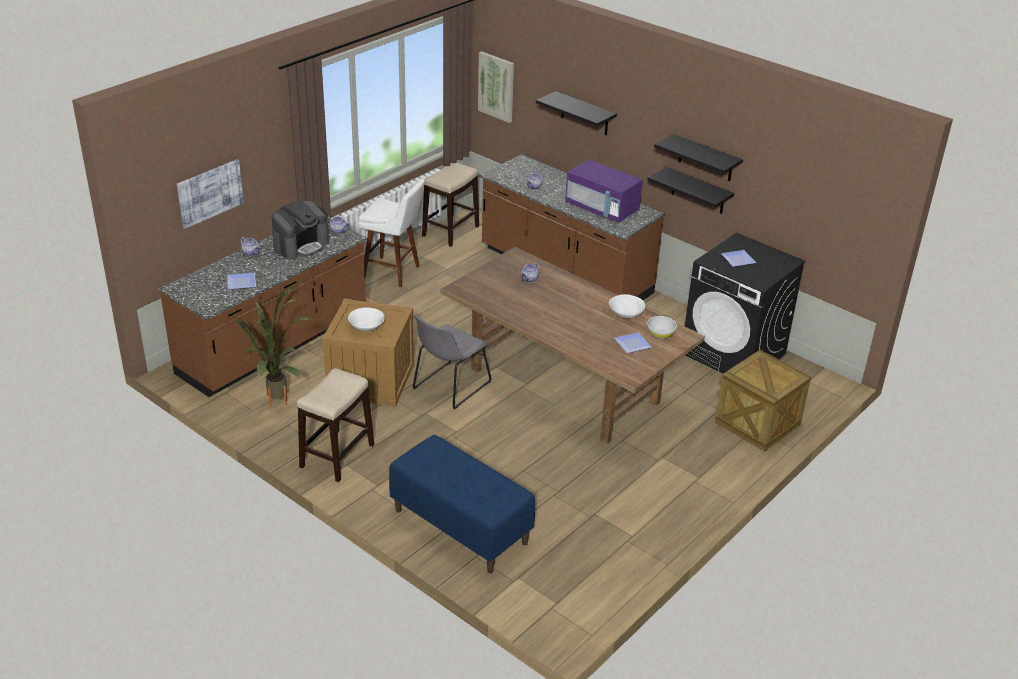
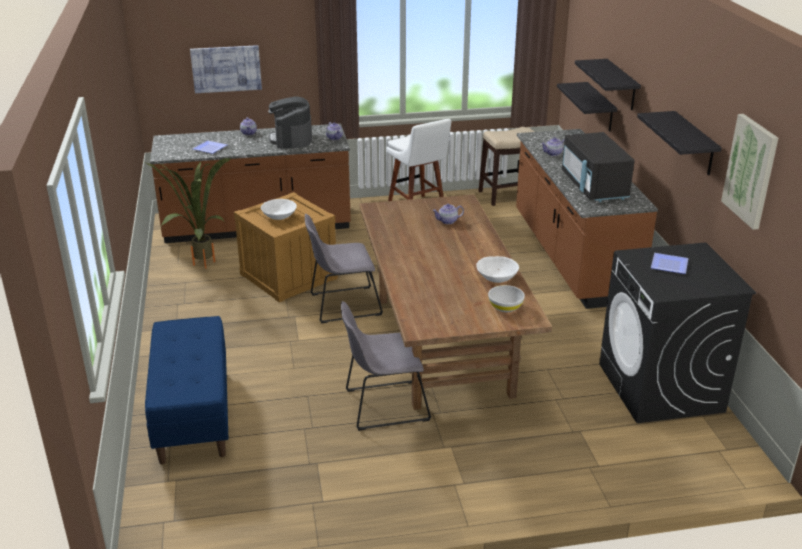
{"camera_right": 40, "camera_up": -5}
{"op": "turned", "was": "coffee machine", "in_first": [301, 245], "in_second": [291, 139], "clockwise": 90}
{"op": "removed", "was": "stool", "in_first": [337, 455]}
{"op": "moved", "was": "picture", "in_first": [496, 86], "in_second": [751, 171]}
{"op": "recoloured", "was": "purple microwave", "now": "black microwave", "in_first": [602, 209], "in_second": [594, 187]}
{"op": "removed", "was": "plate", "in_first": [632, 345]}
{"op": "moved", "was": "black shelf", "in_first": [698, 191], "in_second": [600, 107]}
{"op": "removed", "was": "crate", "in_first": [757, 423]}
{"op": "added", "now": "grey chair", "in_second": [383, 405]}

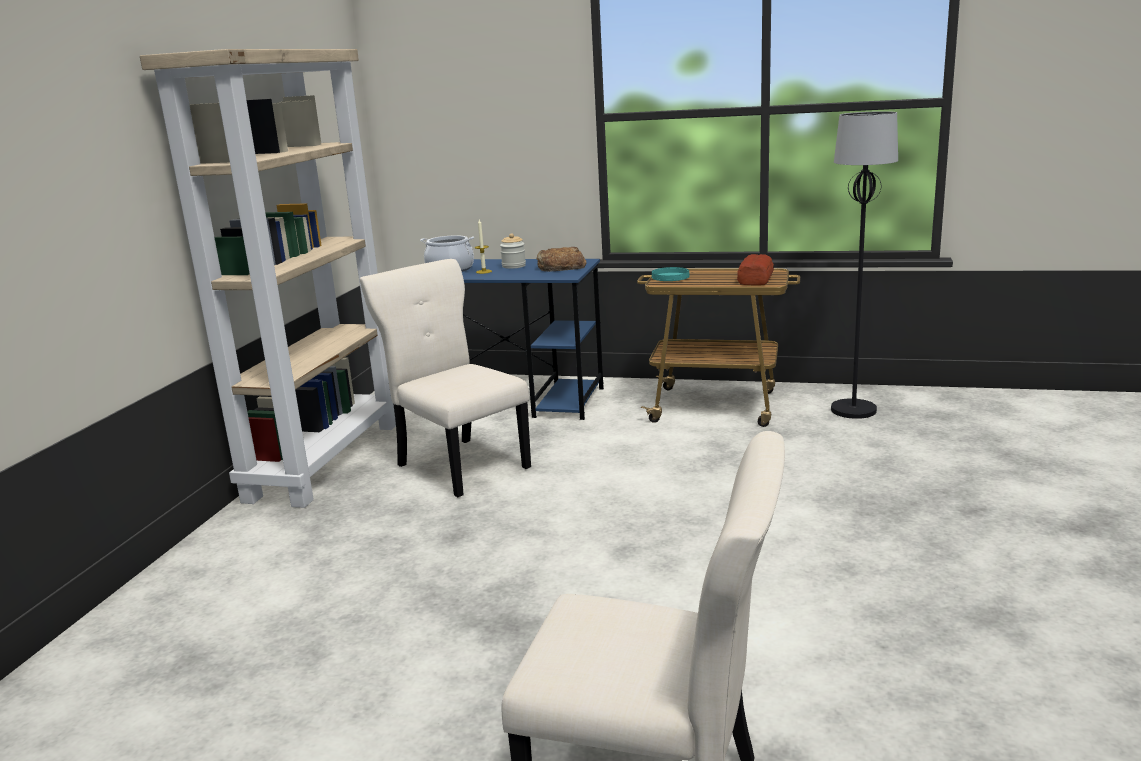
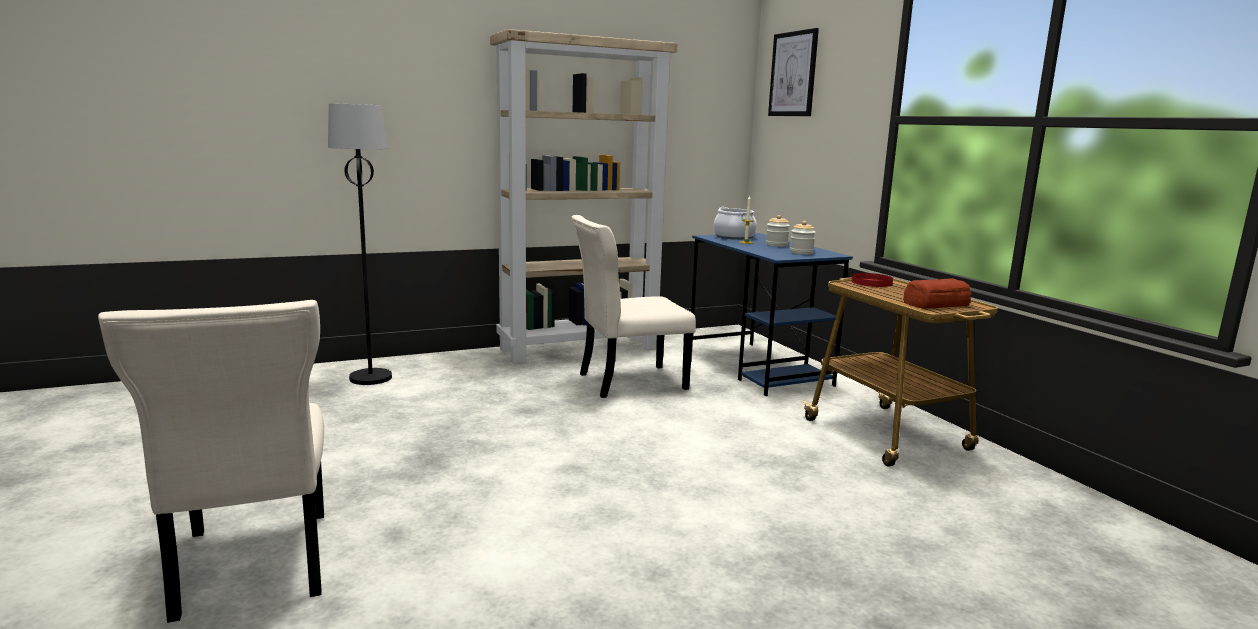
{"camera_right": 50, "camera_up": -5}
{"op": "turned", "was": "beige chair", "in_first": [460, 465], "in_second": [627, 382], "clockwise": -120}
{"op": "replaced", "was": "bread", "now": "jar", "in_first": [560, 267], "in_second": [801, 252]}
{"op": "recoloured", "was": "turquoise plate", "now": "red plate", "in_first": [670, 277], "in_second": [871, 282]}
{"op": "moved", "was": "black floor lamp", "in_first": [853, 410], "in_second": [371, 378]}
{"op": "added", "now": "picture", "in_second": [793, 74]}

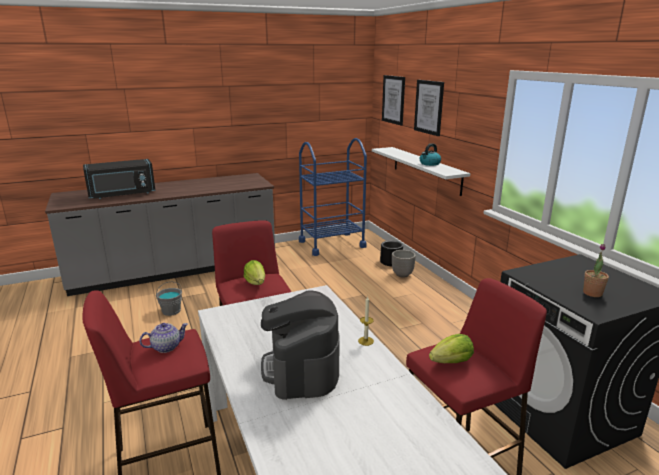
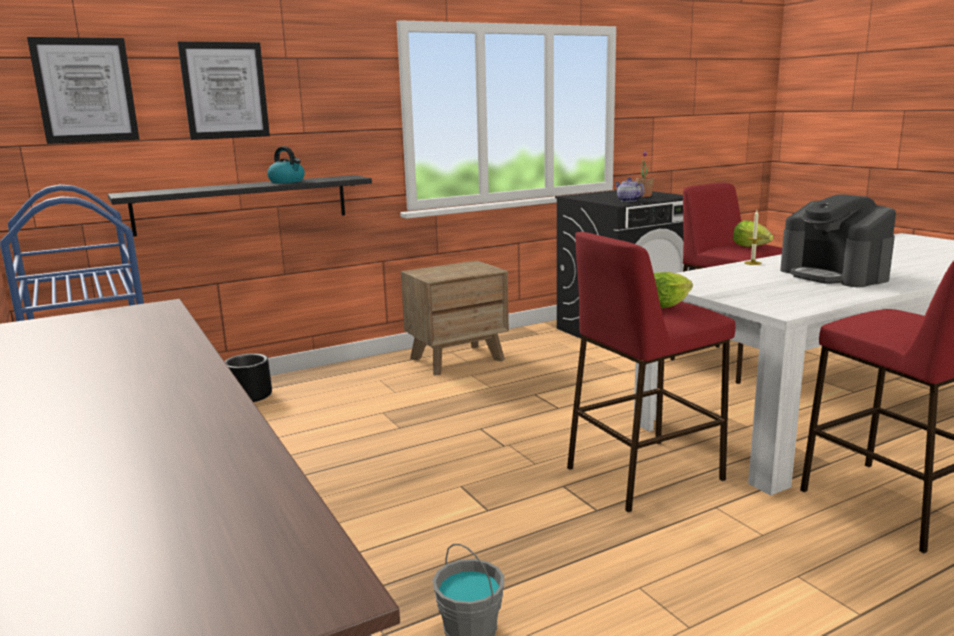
{"camera_right": -95, "camera_up": -5}
{"op": "removed", "was": "black microwave", "in_first": [122, 194]}
{"op": "moved", "was": "teapot", "in_first": [166, 347], "in_second": [628, 200]}
{"op": "turned", "was": "coffee machine", "in_first": [301, 368], "in_second": [834, 275], "clockwise": 75}
{"op": "recoloured", "was": "white shelf", "now": "black shelf", "in_first": [426, 169], "in_second": [243, 204]}
{"op": "removed", "was": "planter", "in_first": [402, 274]}
{"op": "added", "now": "brown nightstand", "in_second": [457, 359]}

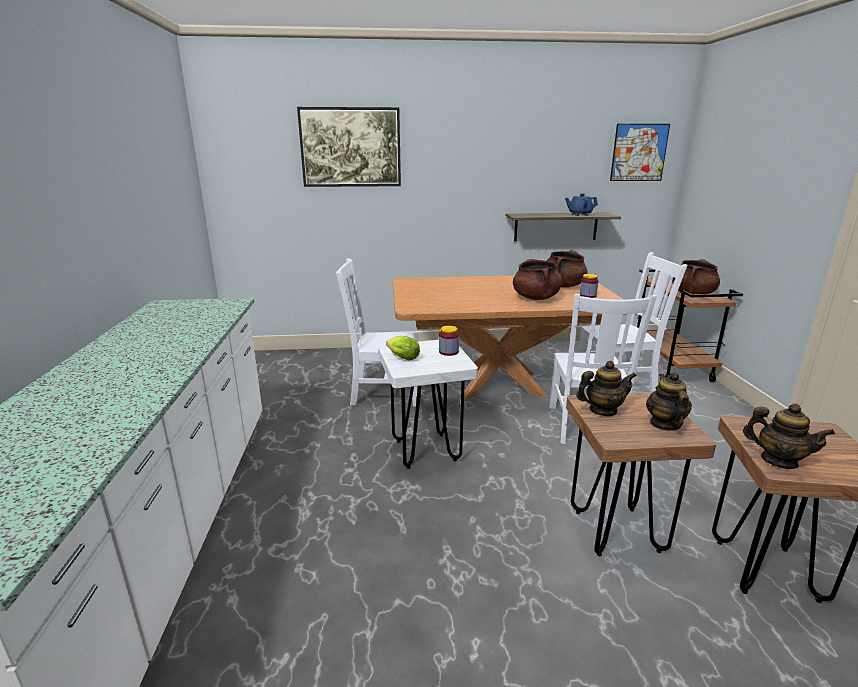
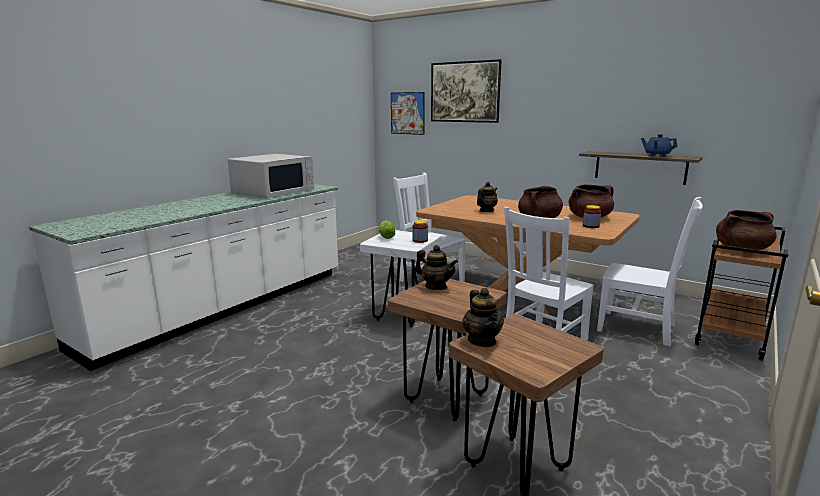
{"camera_right": 40, "camera_up": -5}
{"op": "moved", "was": "picture", "in_first": [639, 152], "in_second": [407, 113]}
{"op": "moved", "was": "teapot", "in_first": [664, 424], "in_second": [486, 211]}
{"op": "added", "now": "white microwave", "in_second": [274, 191]}

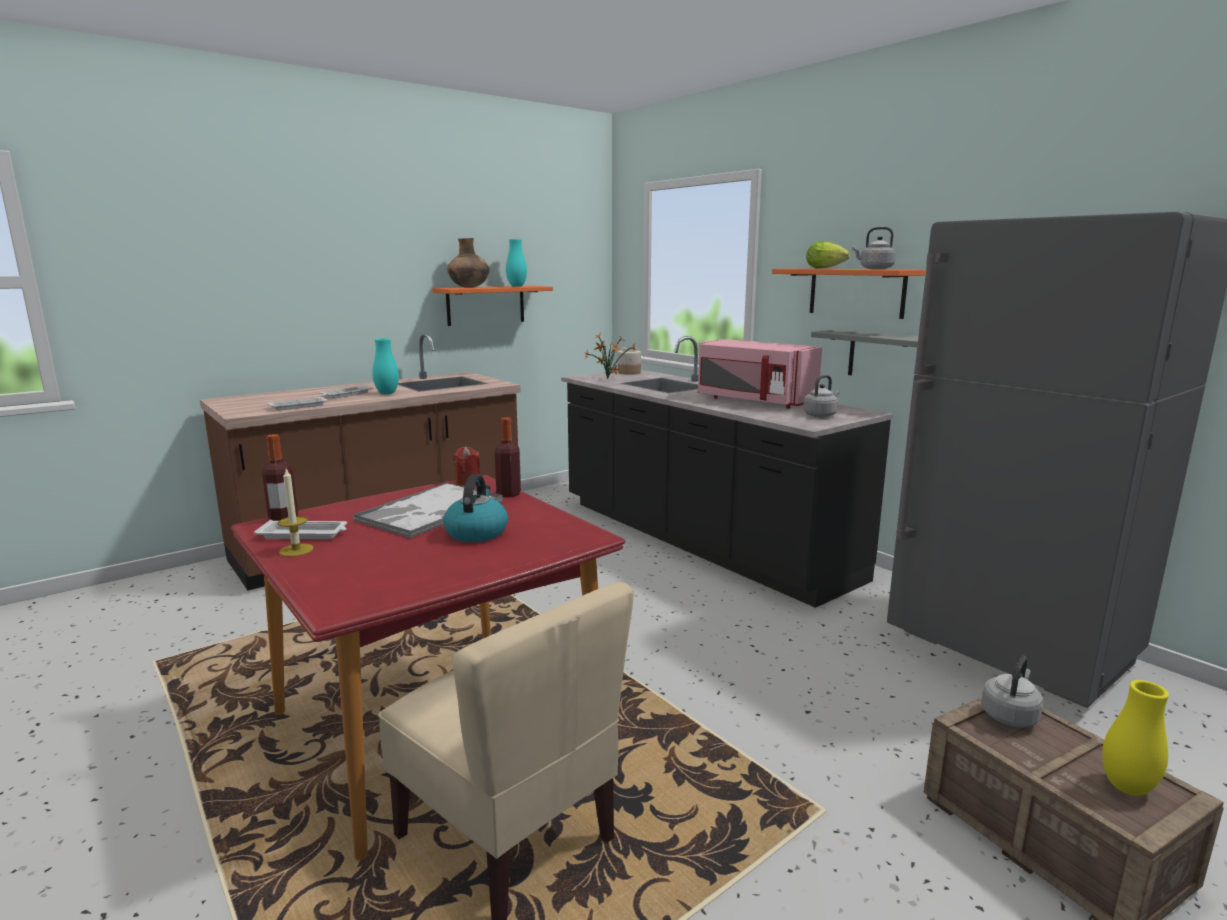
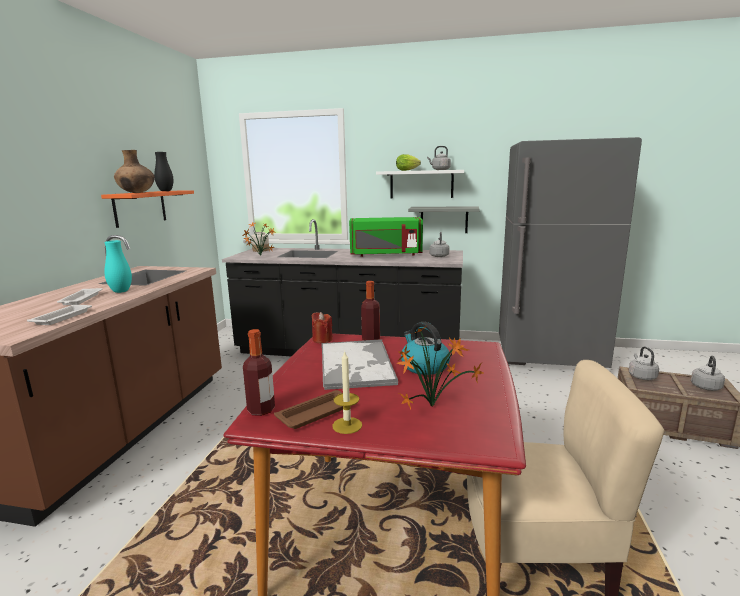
{"camera_right": -40, "camera_up": 0}
{"op": "recoloured", "was": "white tray", "now": "brown tray", "in_first": [304, 534], "in_second": [317, 413]}
{"op": "recoloured", "was": "turquoise vase", "now": "black vase", "in_first": [516, 286], "in_second": [165, 191]}
{"op": "recoloured", "was": "pink microwave", "now": "green microwave", "in_first": [753, 401], "in_second": [385, 254]}
{"op": "recoloured", "was": "orange shelf", "now": "white shelf", "in_first": [856, 292], "in_second": [421, 184]}
{"op": "replaced", "was": "yellow vase", "now": "grey kettle", "in_first": [1127, 787], "in_second": [705, 386]}
{"op": "added", "now": "potted plant", "in_second": [434, 406]}

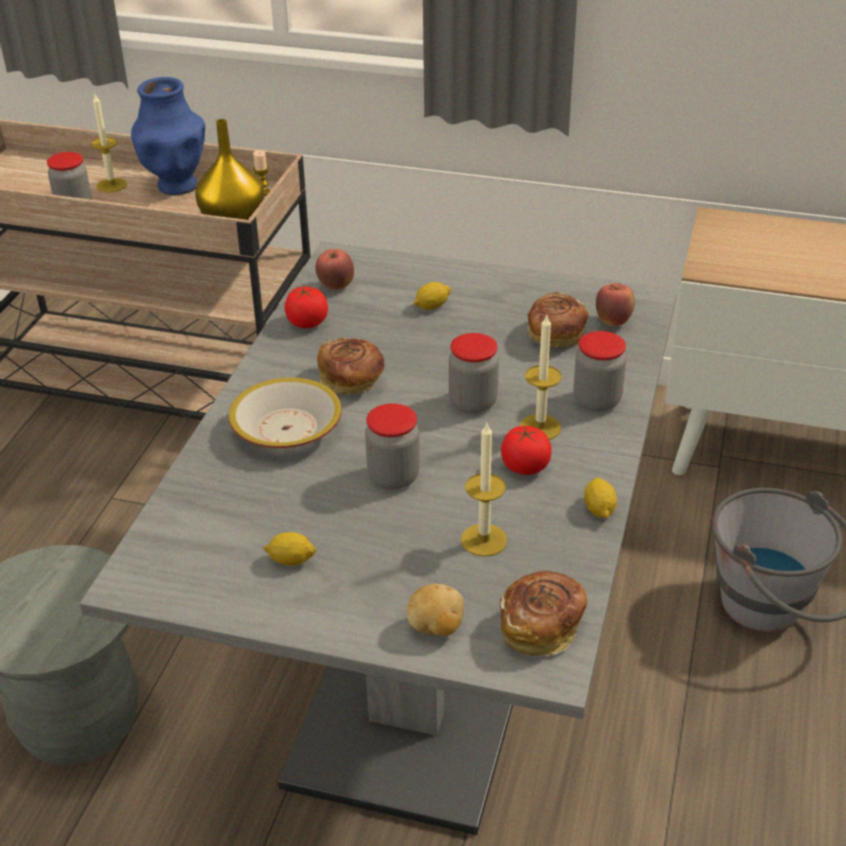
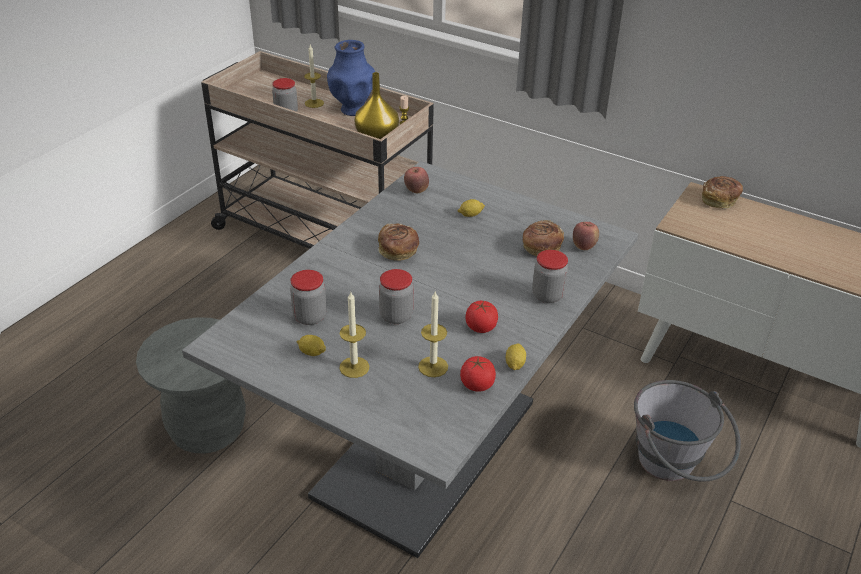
{"camera_right": 15, "camera_up": 0}
{"op": "removed", "was": "bowl", "in_first": [286, 429]}
{"op": "moved", "was": "tomato", "in_first": [307, 322], "in_second": [477, 384]}
{"op": "removed", "was": "potato", "in_first": [436, 627]}
{"op": "moved", "was": "jar", "in_first": [473, 402], "in_second": [310, 317]}
{"op": "moved", "was": "bread", "in_first": [541, 627], "in_second": [719, 200]}
{"op": "moved", "was": "candle", "in_first": [540, 427], "in_second": [354, 367]}

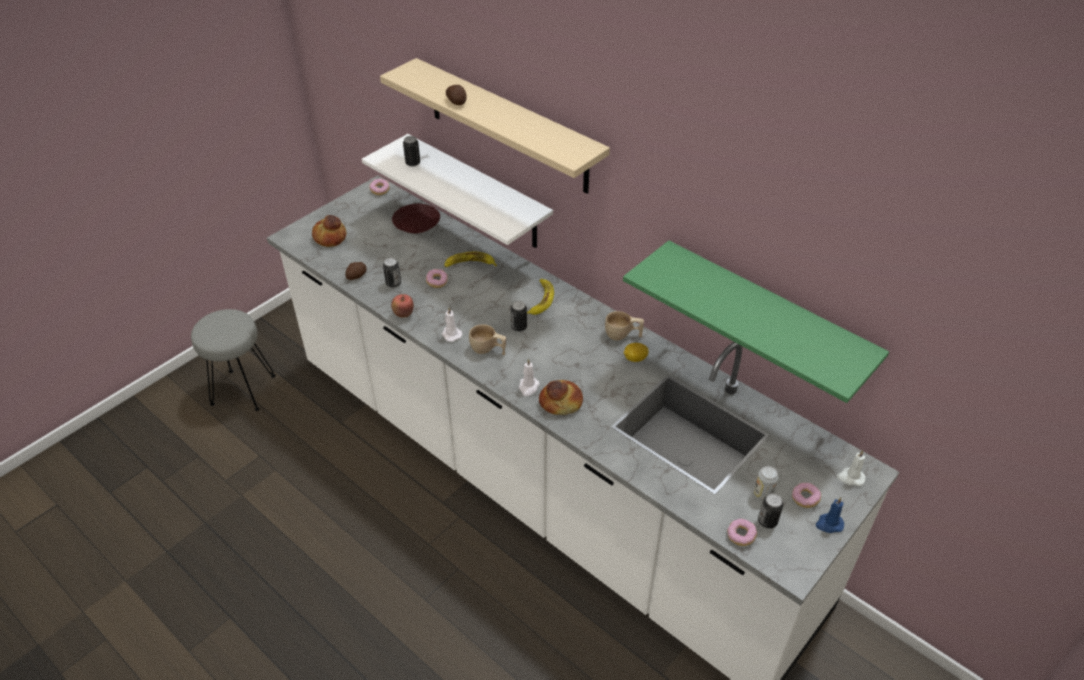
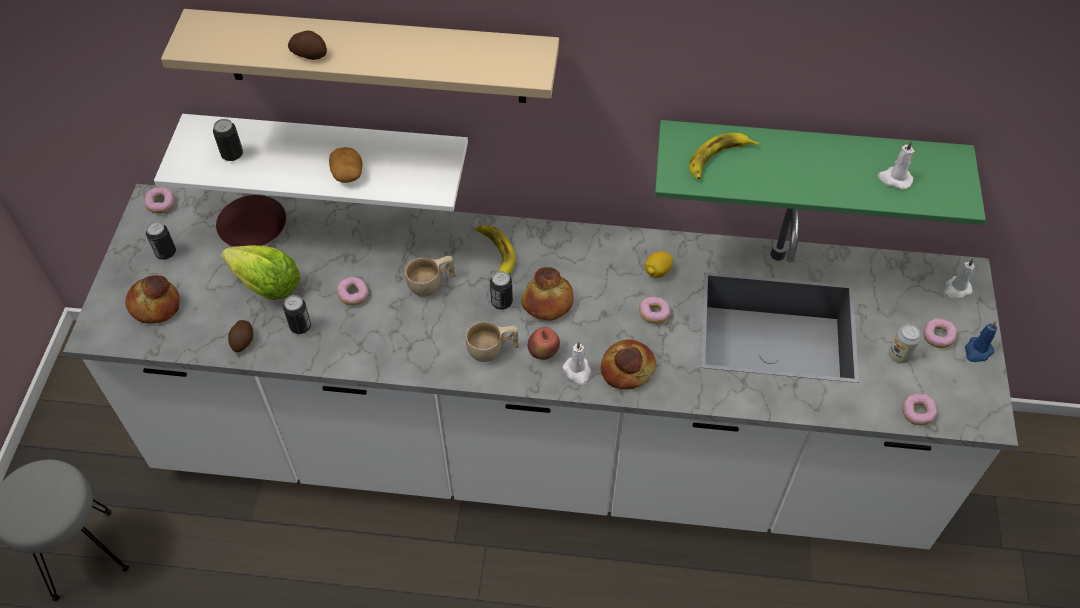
{"camera_right": -35, "camera_up": 10}
{"op": "moved", "was": "apple", "in_first": [403, 314], "in_second": [543, 353]}
{"op": "moved", "was": "white candle", "in_first": [451, 334], "in_second": [894, 179]}
{"op": "moved", "was": "banana", "in_first": [469, 264], "in_second": [718, 159]}
{"op": "moved", "was": "beige cup", "in_first": [623, 335], "in_second": [432, 285]}
{"op": "moved", "was": "can", "in_first": [767, 521], "in_second": [166, 253]}
{"op": "added", "now": "lettuce", "in_second": [266, 285]}
{"op": "added", "now": "potato", "in_second": [348, 173]}
{"op": "added", "now": "bread", "in_second": [547, 302]}
{"op": "added", "now": "donut", "in_second": [653, 314]}

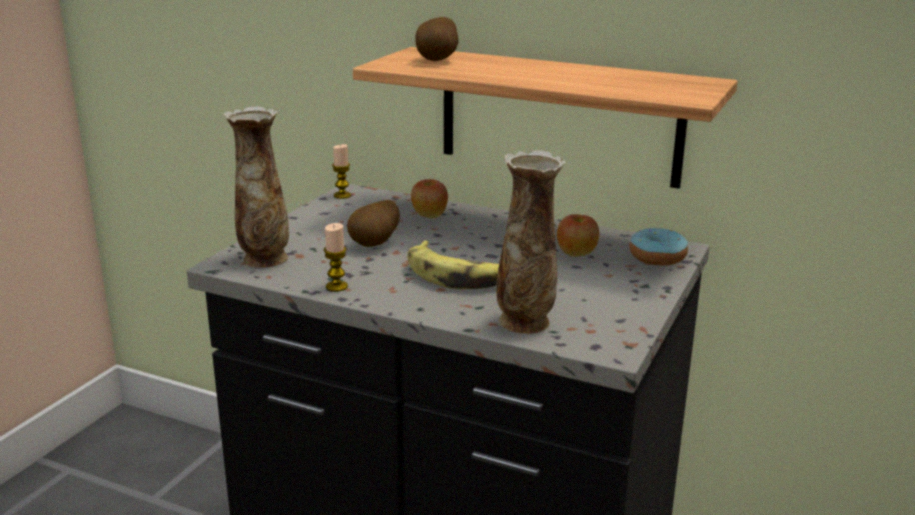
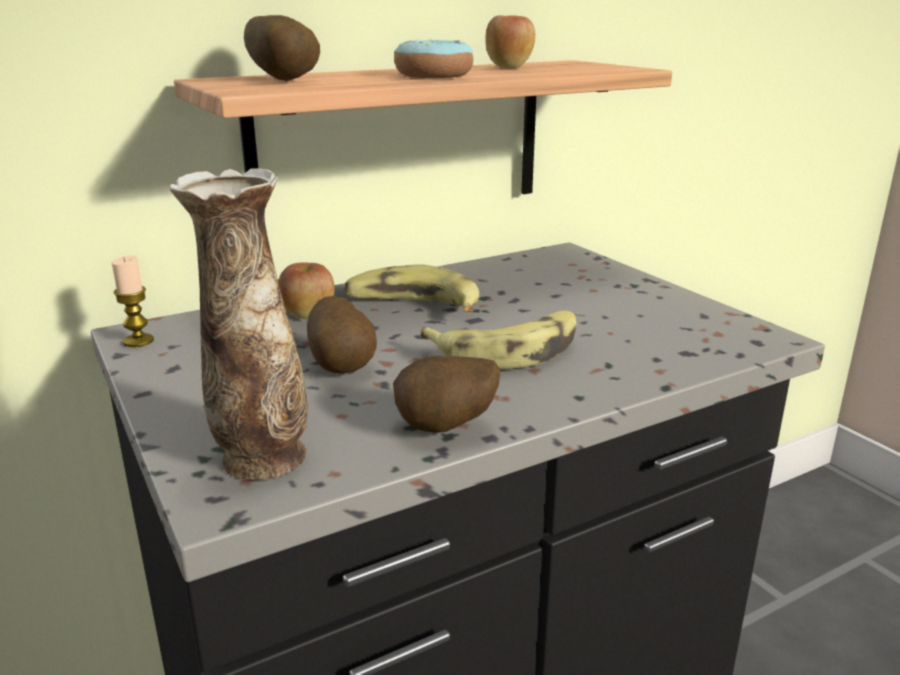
{"camera_right": -55, "camera_up": 0}
{"op": "replaced", "was": "candle", "now": "potato", "in_first": [336, 286], "in_second": [445, 430]}
{"op": "removed", "was": "vase", "in_first": [525, 322]}
{"op": "moved", "was": "apple", "in_first": [576, 254], "in_second": [509, 67]}
{"op": "moved", "was": "donut", "in_first": [657, 257], "in_second": [433, 75]}
{"op": "added", "now": "banana", "in_second": [412, 306]}

